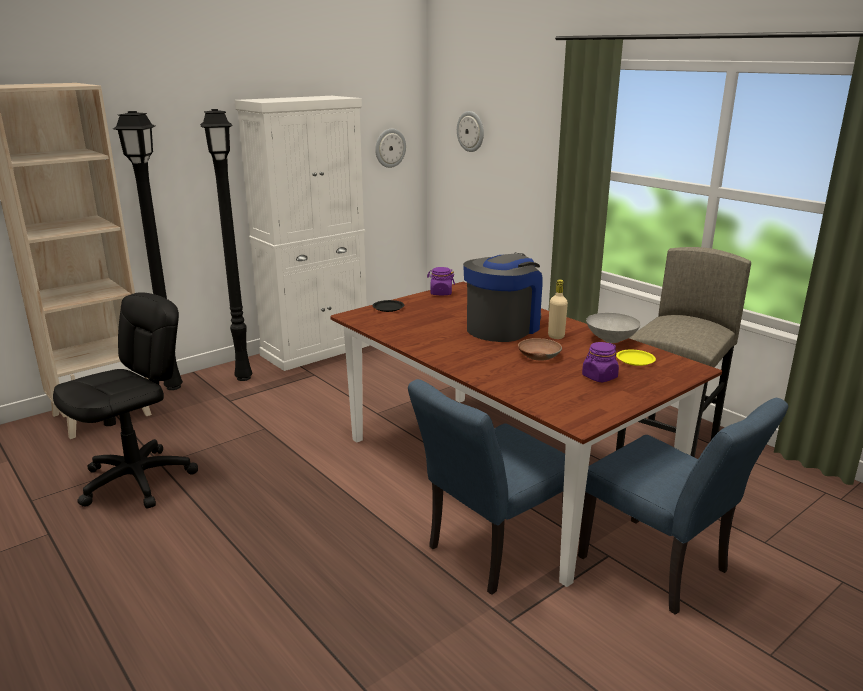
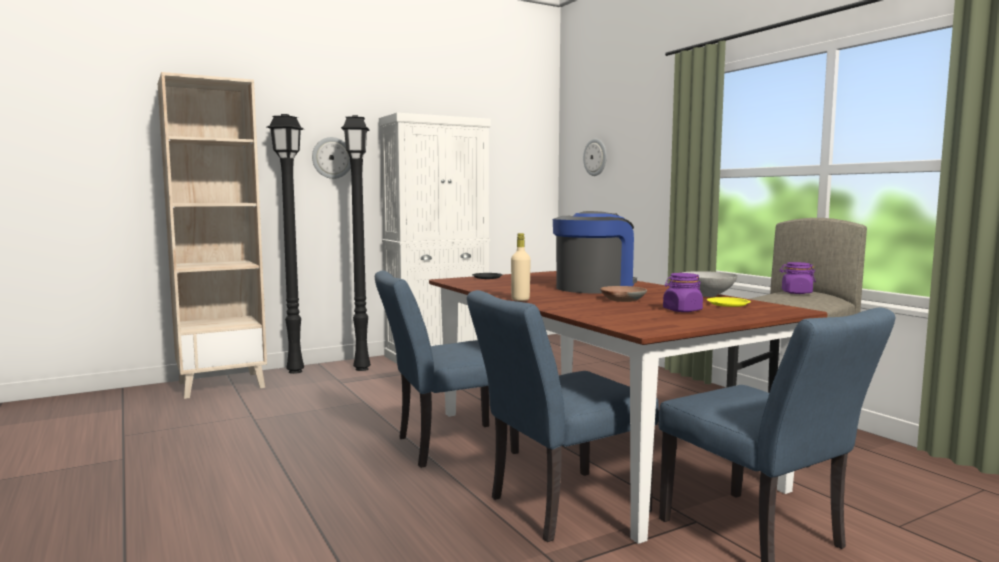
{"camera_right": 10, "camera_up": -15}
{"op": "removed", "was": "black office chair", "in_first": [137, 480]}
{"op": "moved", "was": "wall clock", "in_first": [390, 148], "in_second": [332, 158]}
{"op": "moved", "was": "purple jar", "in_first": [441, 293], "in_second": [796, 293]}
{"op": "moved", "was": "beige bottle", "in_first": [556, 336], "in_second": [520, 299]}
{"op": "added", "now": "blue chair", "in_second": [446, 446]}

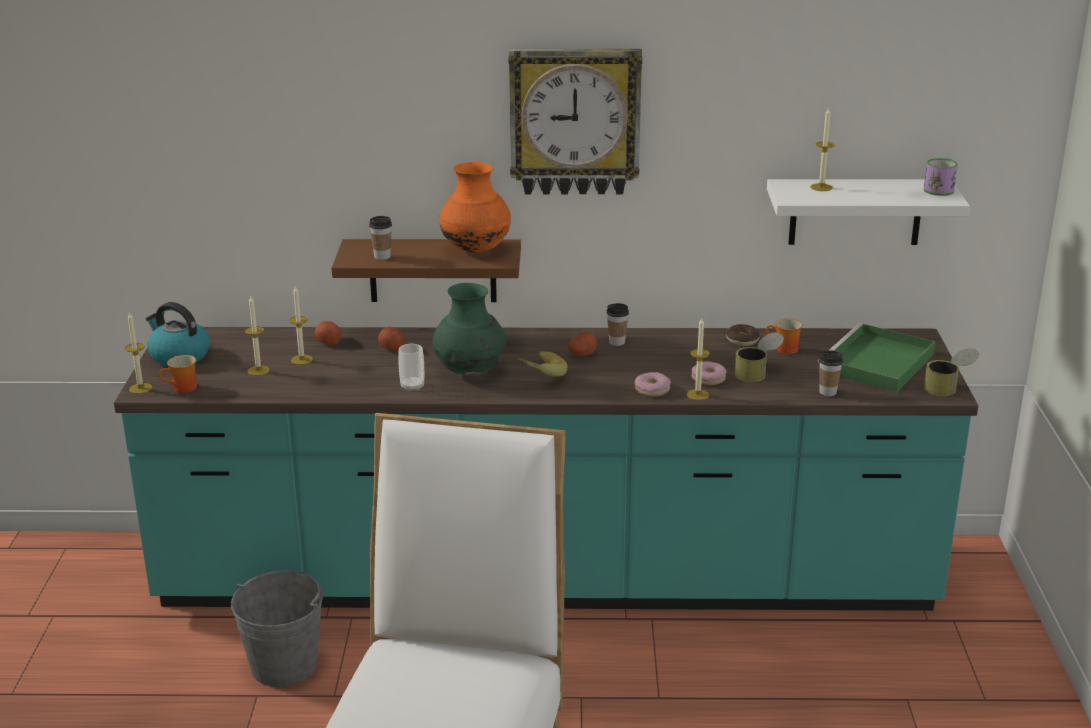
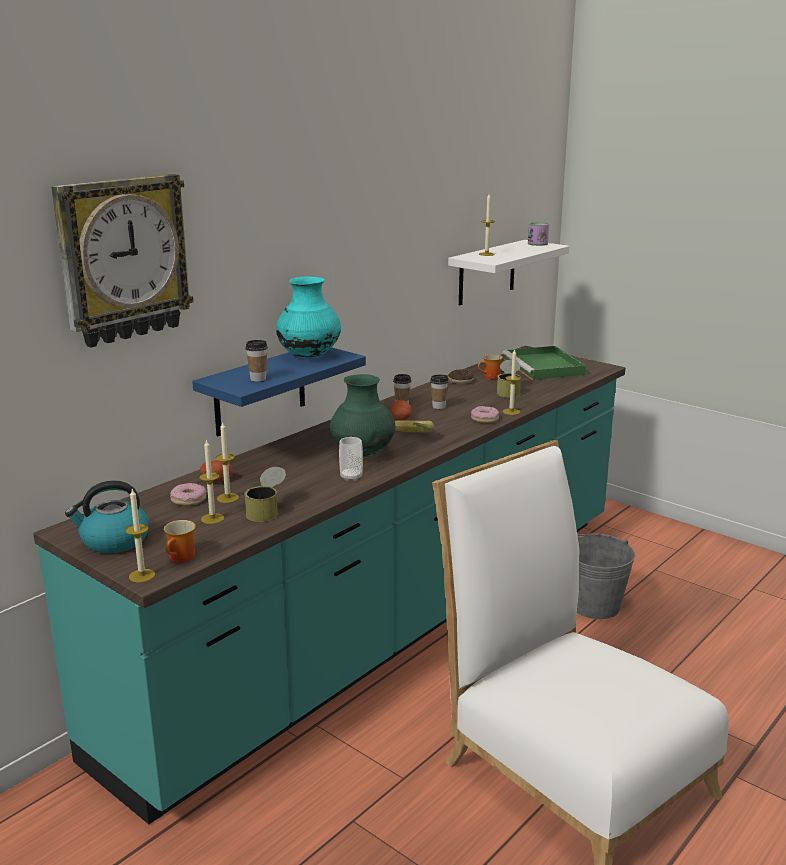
{"camera_right": -50, "camera_up": -5}
{"op": "moved", "was": "grey bucket", "in_first": [284, 666], "in_second": [595, 605]}
{"op": "recoloured", "was": "brown shelf", "now": "blue shelf", "in_first": [432, 270], "in_second": [260, 390]}
{"op": "removed", "was": "potato", "in_first": [391, 347]}
{"op": "recoloured", "was": "orange vase", "now": "turquoise vase", "in_first": [476, 250], "in_second": [309, 356]}
{"op": "moved", "was": "wall clock", "in_first": [574, 121], "in_second": [122, 259]}
{"op": "moved", "was": "donut", "in_first": [708, 379], "in_second": [188, 500]}
{"op": "moved", "was": "cup", "in_first": [828, 392], "in_second": [438, 407]}
{"op": "moved", "was": "can", "in_first": [948, 387], "in_second": [267, 510]}

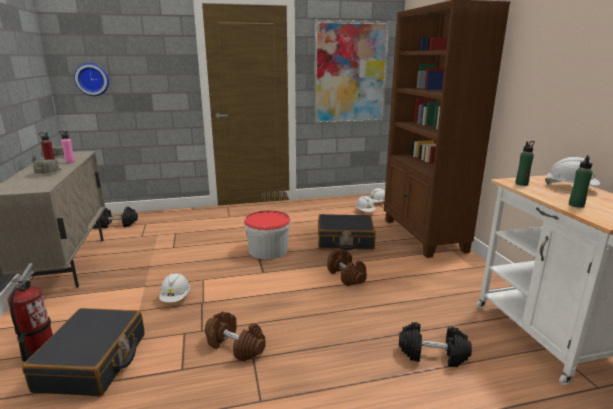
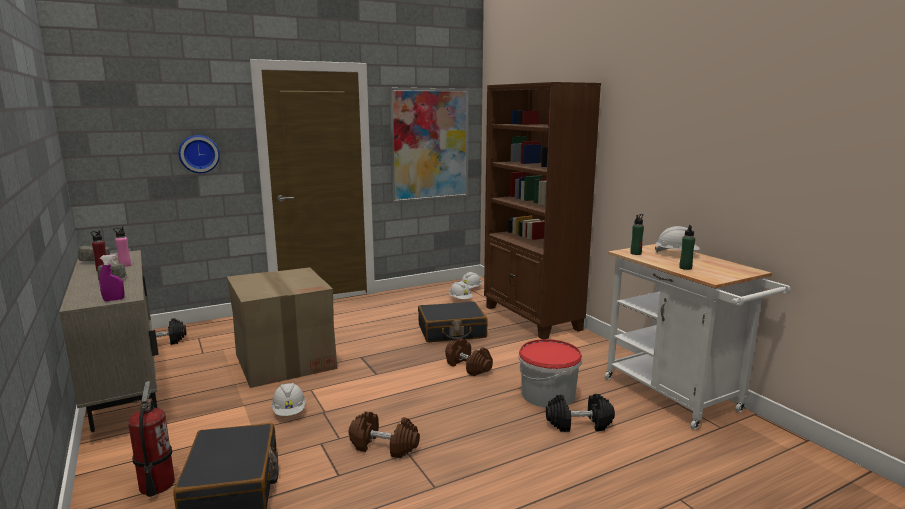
{"camera_right": -15, "camera_up": -5}
{"op": "moved", "was": "wall clock", "in_first": [92, 79], "in_second": [198, 154]}
{"op": "moved", "was": "bucket", "in_first": [268, 250], "in_second": [548, 394]}
{"op": "added", "now": "purple spray bottle", "in_second": [114, 300]}
{"op": "added", "now": "cardboard box", "in_second": [285, 360]}

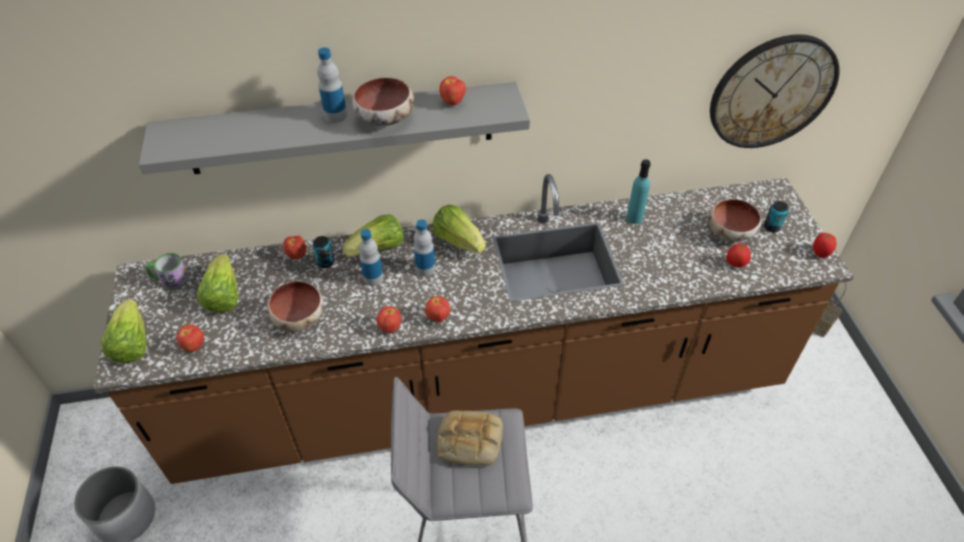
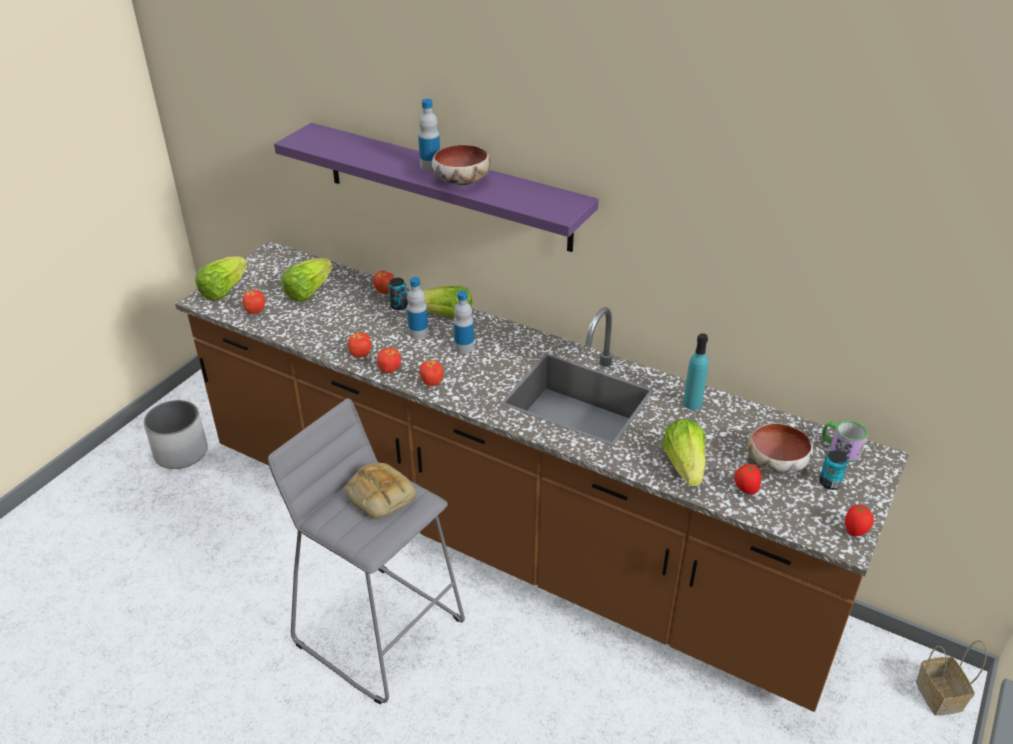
{"camera_right": 40, "camera_up": -10}
{"op": "recoloured", "was": "grey shelf", "now": "purple shelf", "in_first": [341, 128], "in_second": [446, 186]}
{"op": "moved", "was": "mug", "in_first": [170, 279], "in_second": [839, 449]}
{"op": "removed", "was": "bowl", "in_first": [298, 317]}
{"op": "moved", "was": "lettuce", "in_first": [458, 241], "in_second": [684, 466]}
{"op": "moved", "was": "apple", "in_first": [453, 103], "in_second": [360, 355]}
{"op": "removed", "was": "wall clock", "in_first": [772, 92]}

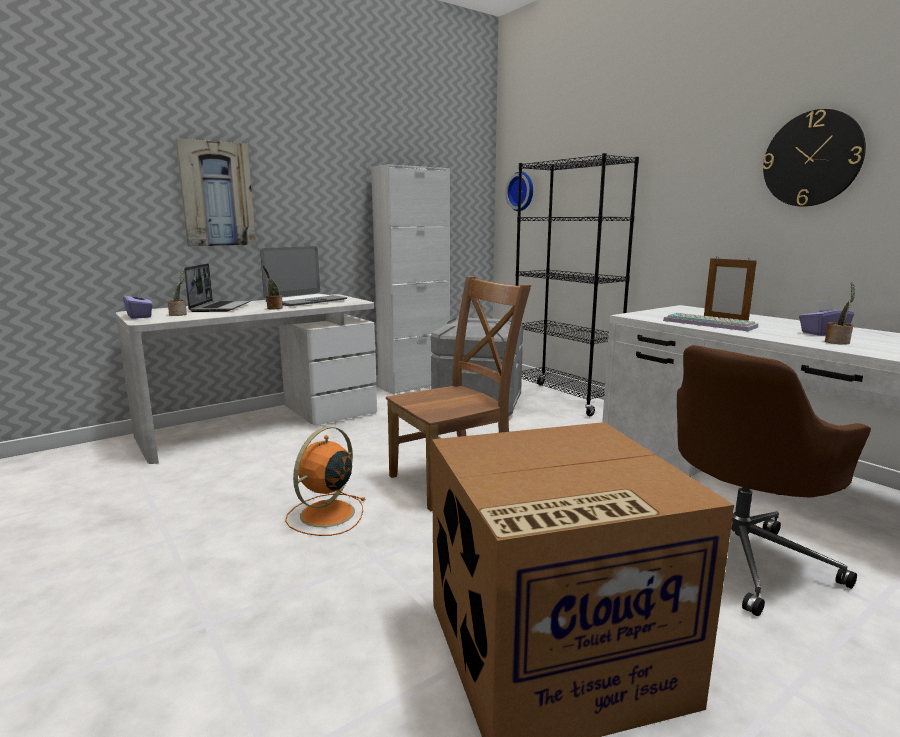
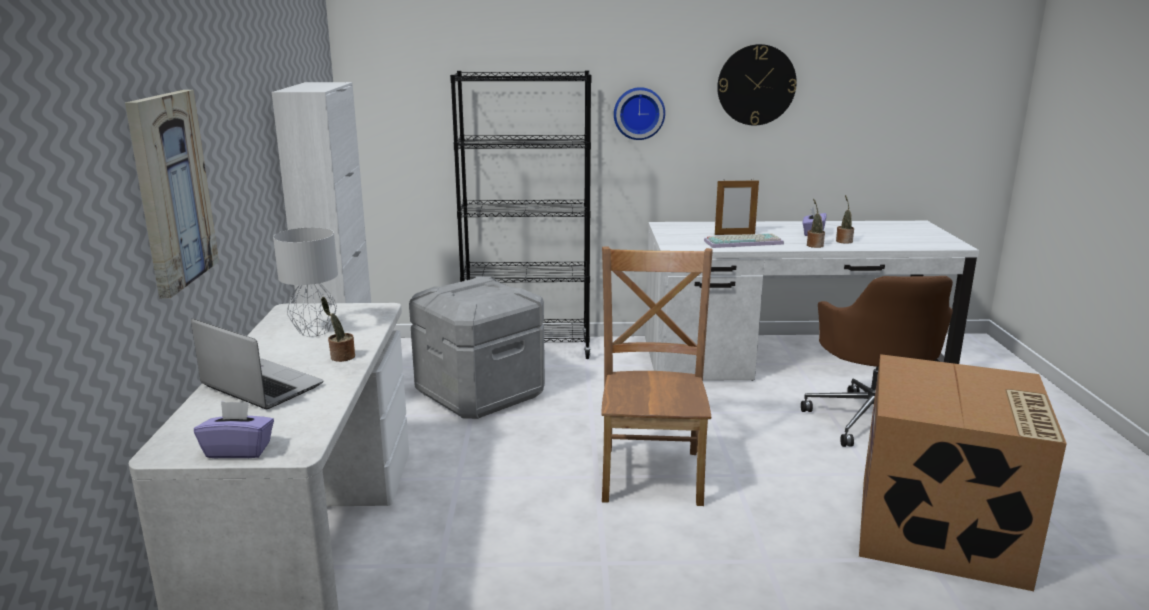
{"camera_right": -55, "camera_up": 5}
{"op": "moved", "was": "potted plant", "in_first": [179, 314], "in_second": [814, 245]}
{"op": "replaced", "was": "laptop", "now": "grey table lamp", "in_first": [306, 301], "in_second": [313, 331]}
{"op": "removed", "was": "orange fan", "in_first": [325, 515]}
{"op": "moved", "was": "wall clock", "in_first": [522, 191], "in_second": [638, 113]}

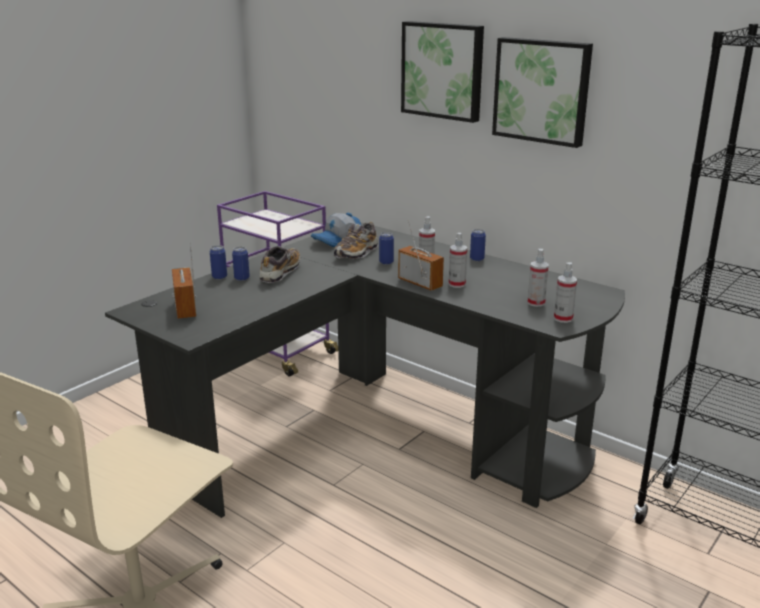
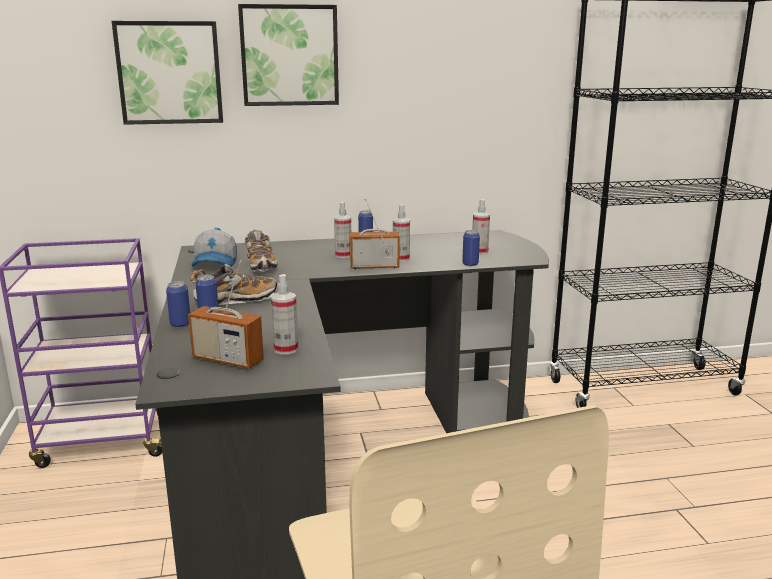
{"camera_right": -50, "camera_up": -5}
{"op": "turned", "was": "shoe", "in_first": [280, 273], "in_second": [235, 300], "clockwise": 105}
{"op": "moved", "was": "can", "in_first": [386, 262], "in_second": [470, 264]}
{"op": "moved", "was": "picture", "in_first": [542, 90], "in_second": [170, 73]}
{"op": "moved", "was": "spray bottle", "in_first": [563, 318], "in_second": [286, 349]}

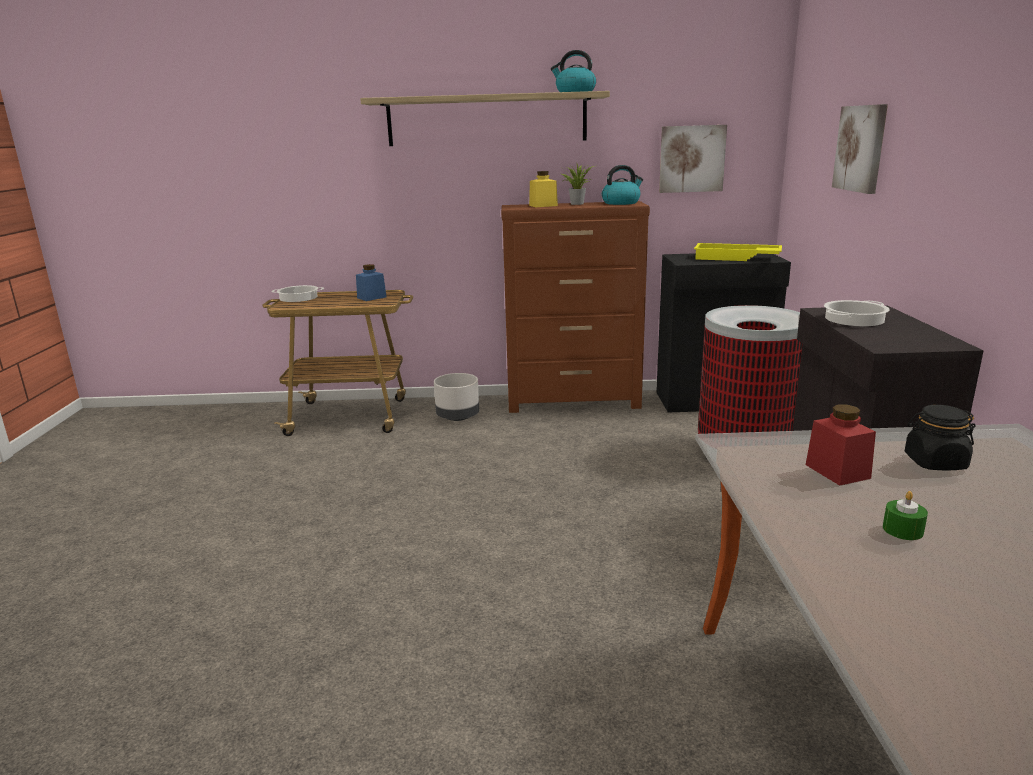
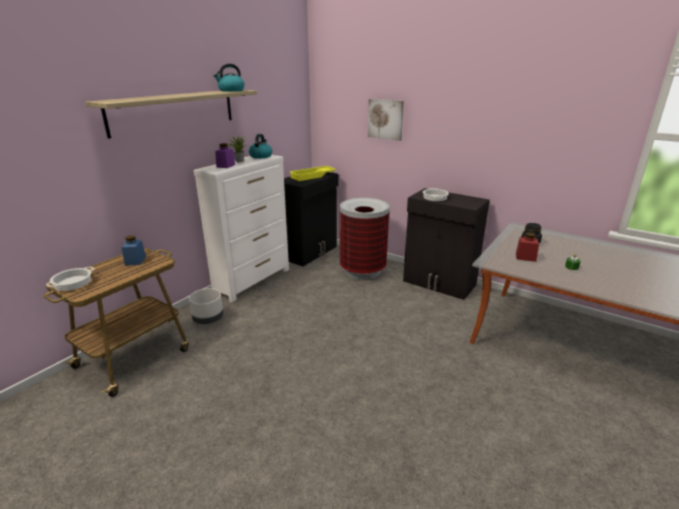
{"camera_right": -55, "camera_up": 5}
{"op": "recoloured", "was": "brown dresser", "now": "white dresser", "in_first": [574, 402], "in_second": [253, 281]}
{"op": "recoloured", "was": "yellow jar", "now": "purple jar", "in_first": [543, 205], "in_second": [226, 166]}
{"op": "removed", "was": "picture", "in_first": [691, 159]}

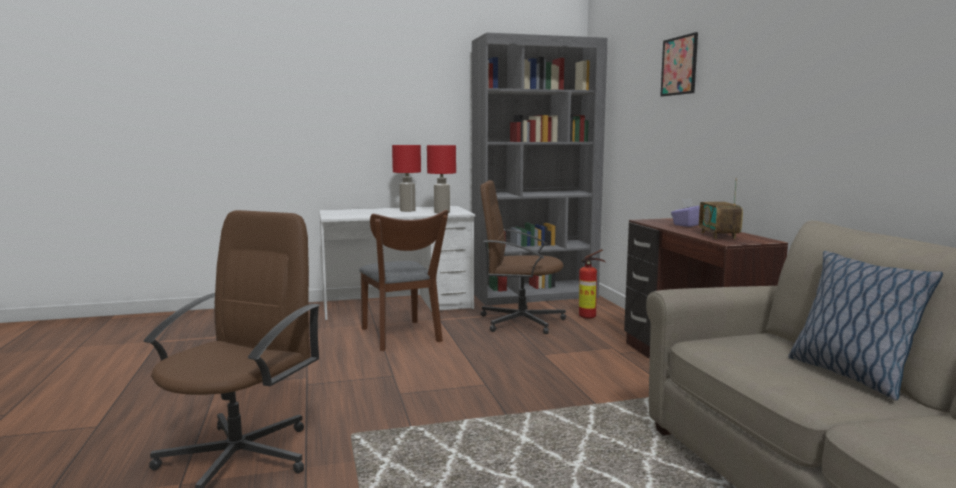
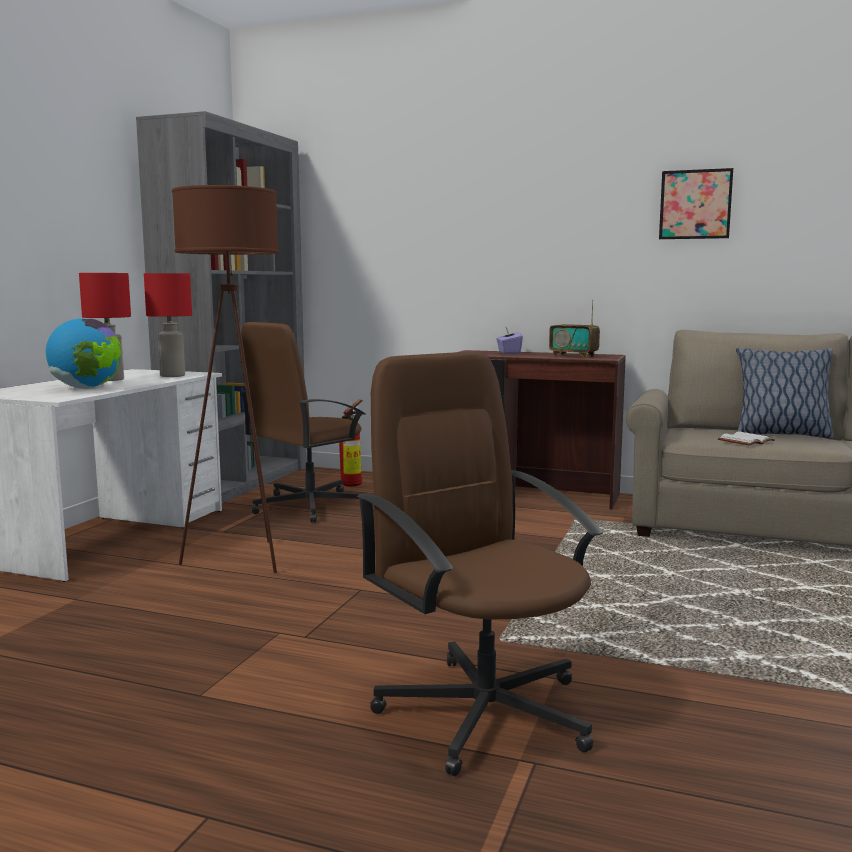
{"camera_right": -55, "camera_up": 0}
{"op": "replaced", "was": "brown chair", "now": "brown floor lamp", "in_first": [402, 337], "in_second": [240, 559]}
{"op": "moved", "was": "picture", "in_first": [679, 66], "in_second": [695, 204]}
{"op": "added", "now": "globe", "in_second": [86, 388]}
{"op": "added", "now": "white book", "in_second": [746, 441]}

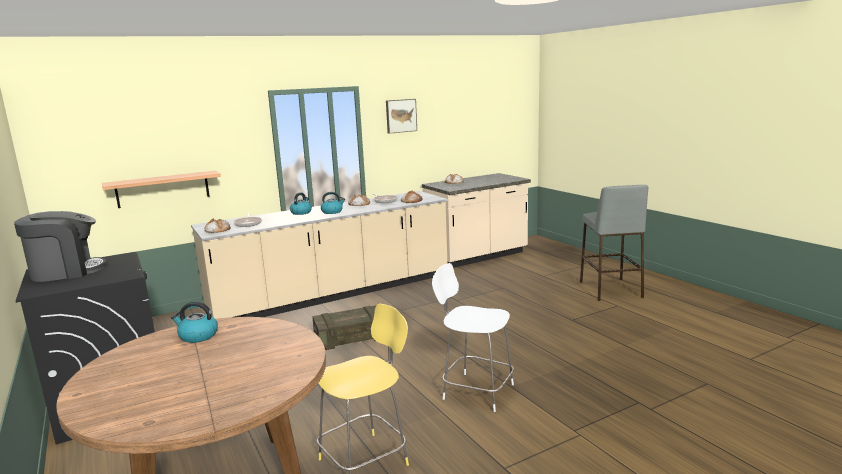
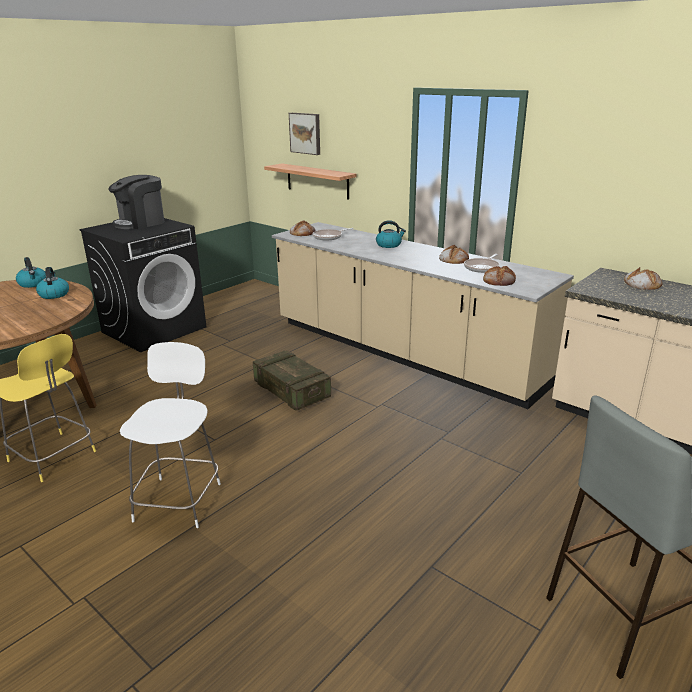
{"camera_right": 70, "camera_up": 10}
{"op": "turned", "was": "coffee machine", "in_first": [66, 271], "in_second": [141, 223], "clockwise": 90}
{"op": "moved", "was": "kettle", "in_first": [332, 212], "in_second": [33, 284]}
{"op": "moved", "was": "picture", "in_first": [400, 116], "in_second": [306, 133]}

